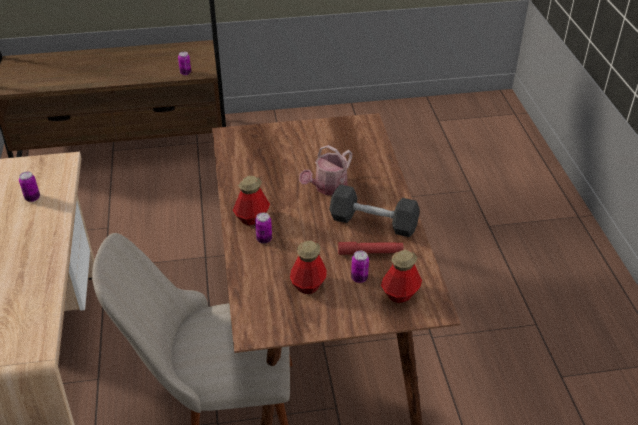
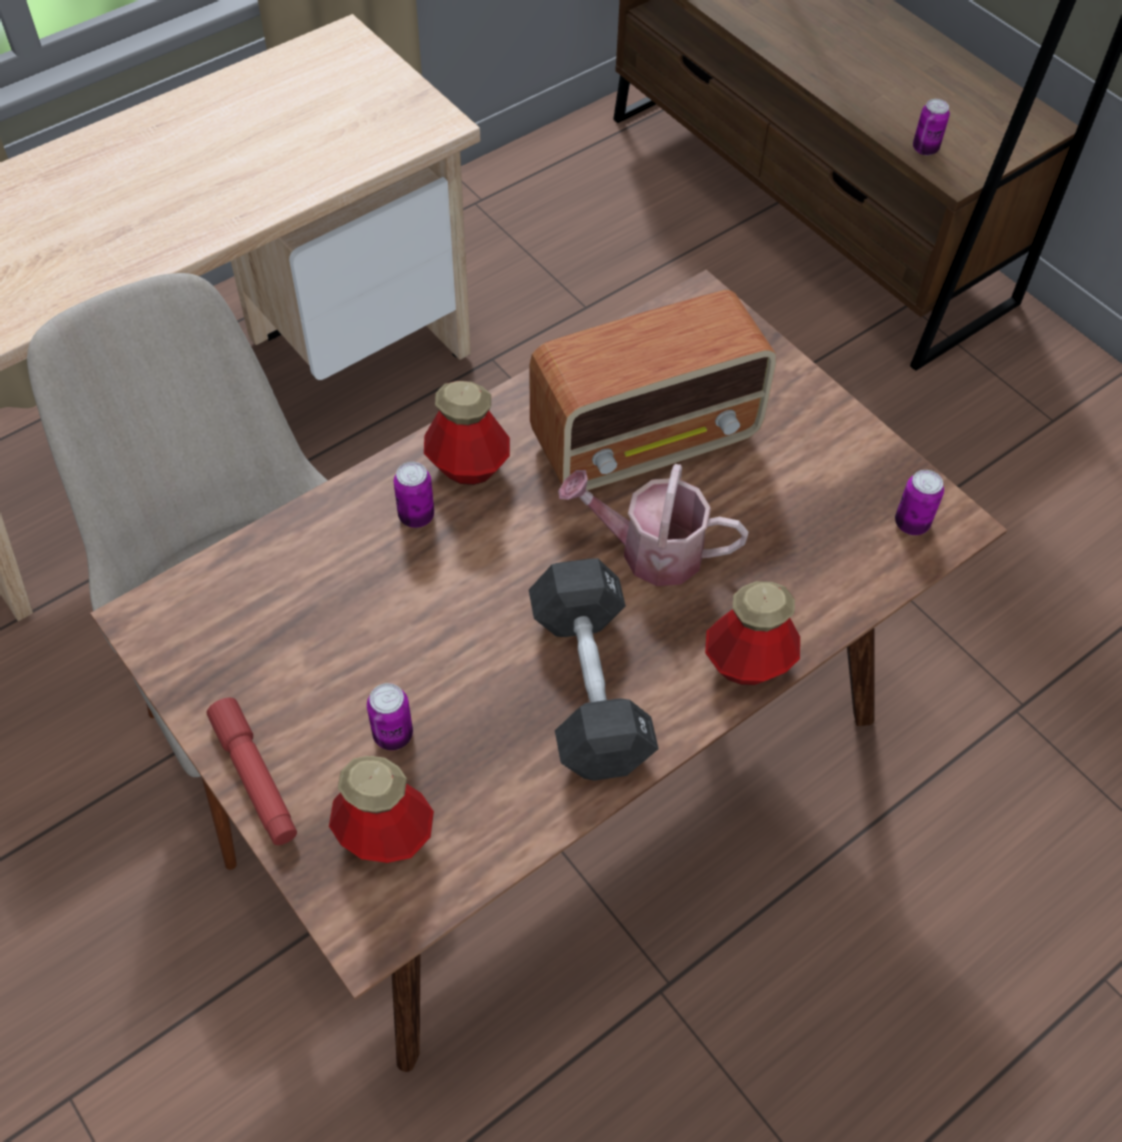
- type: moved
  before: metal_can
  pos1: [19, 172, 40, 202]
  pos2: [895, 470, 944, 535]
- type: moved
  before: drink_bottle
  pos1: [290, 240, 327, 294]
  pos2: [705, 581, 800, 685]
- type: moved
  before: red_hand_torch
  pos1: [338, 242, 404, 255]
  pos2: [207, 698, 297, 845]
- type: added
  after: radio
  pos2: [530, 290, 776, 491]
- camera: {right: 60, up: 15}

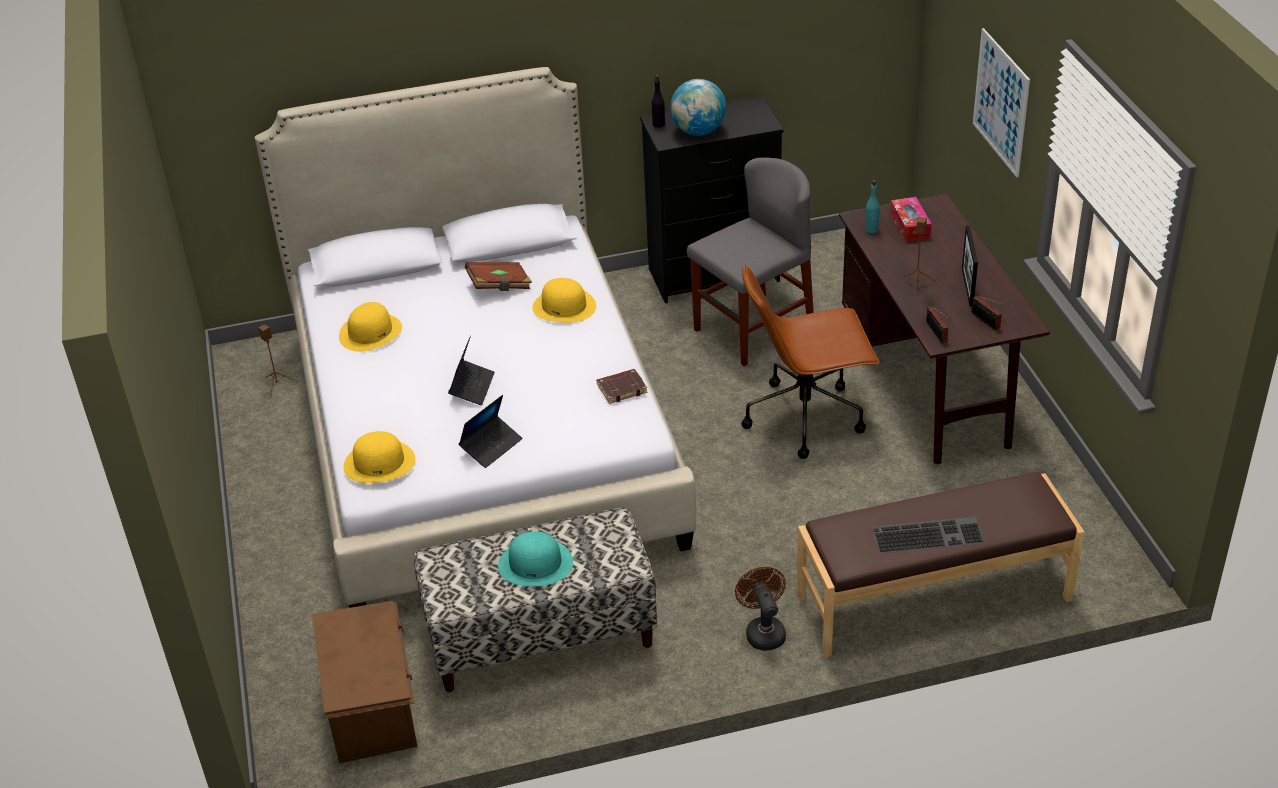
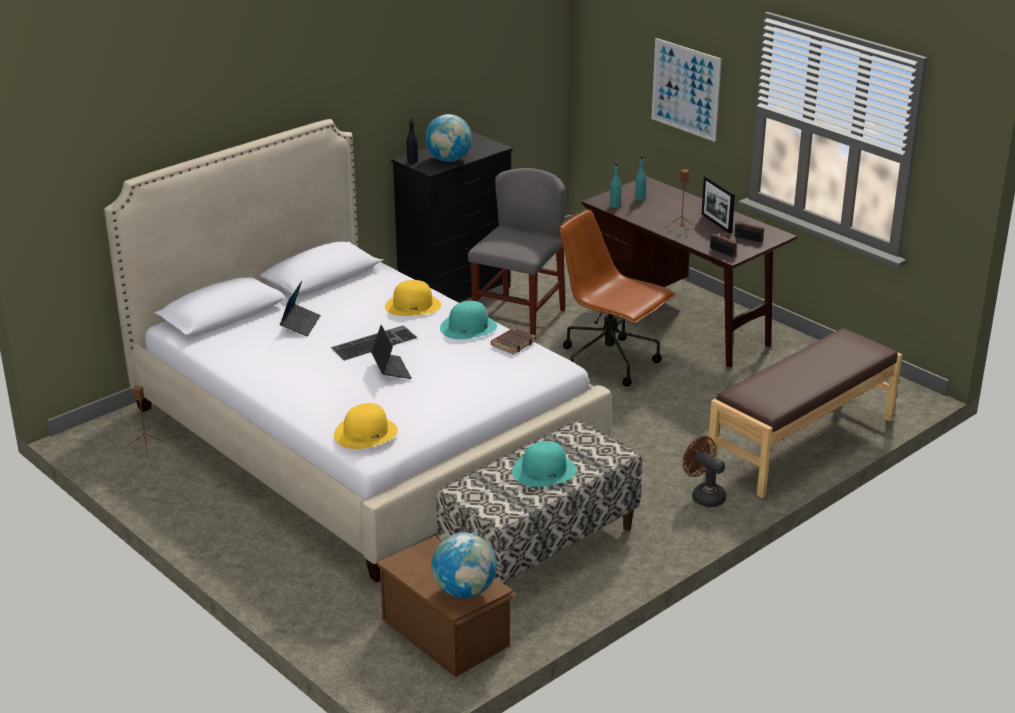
- type: removed
  before: yellowish_hat
  pos1: [339, 302, 402, 352]
- type: moved
  before: laptop
  pos1: [459, 395, 522, 468]
  pos2: [280, 281, 321, 336]
- type: removed
  before: brown-coloured_volume
  pos1: [465, 262, 532, 291]
- type: turned
  before: brown-coloured_computer_chair
  pos1: [741, 265, 880, 459]
  pos2: [559, 209, 675, 387]
  turn: 75
- type: moved
  before: keyboard
  pos1: [872, 517, 985, 554]
  pos2: [331, 325, 418, 361]
- type: replaced
  before: box_of_tissues
  after: turquoise_drink_bottle
  pos1: [890, 197, 931, 242]
  pos2: [635, 155, 647, 201]
- type: added
  after: world_globe
  pos2: [432, 532, 497, 598]
- type: added
  after: turquoise_hat
  pos2: [440, 301, 497, 339]
- camera: {right: -30, up: -10}

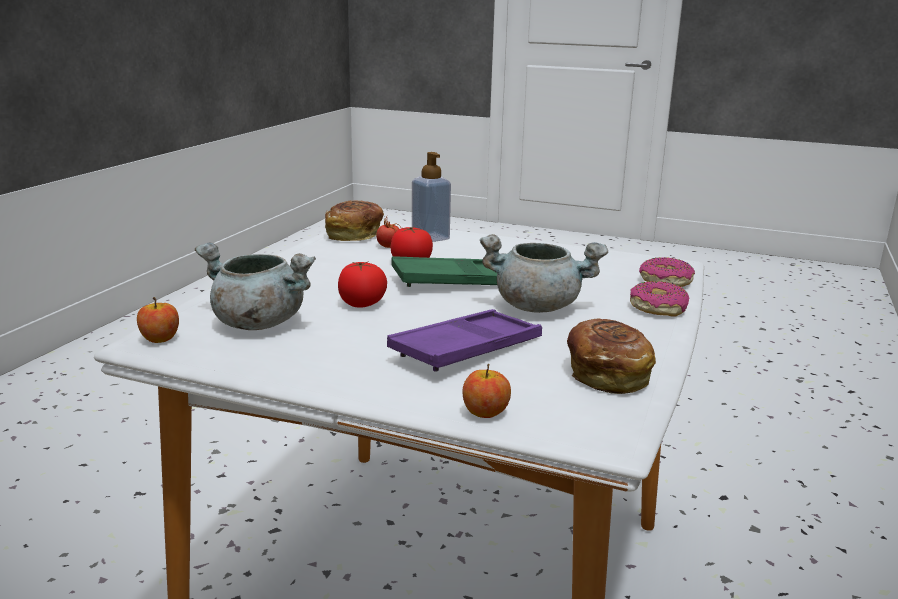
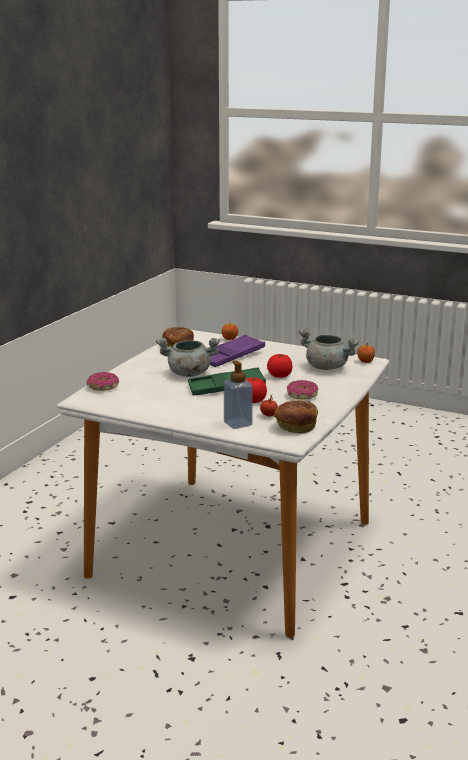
- type: moved
  before: ring_doughnut
  pos1: [630, 281, 689, 317]
  pos2: [287, 380, 318, 399]
- camera: {right: -175, up: 0}

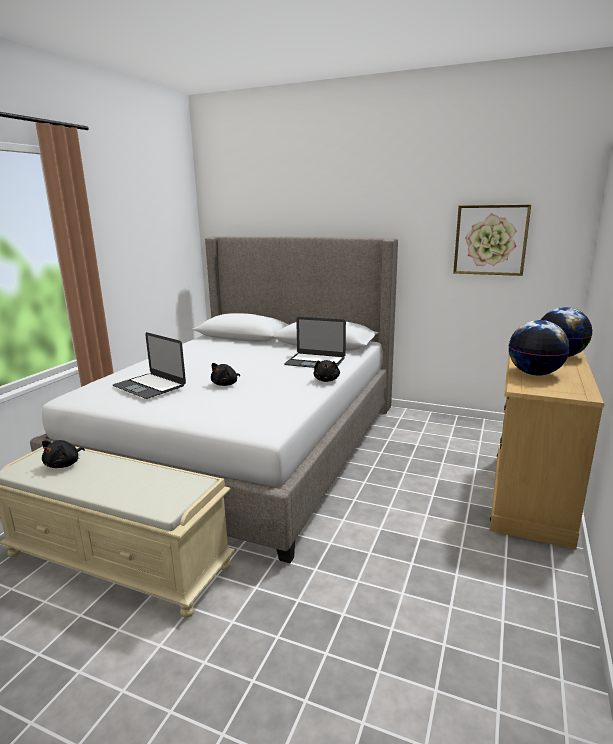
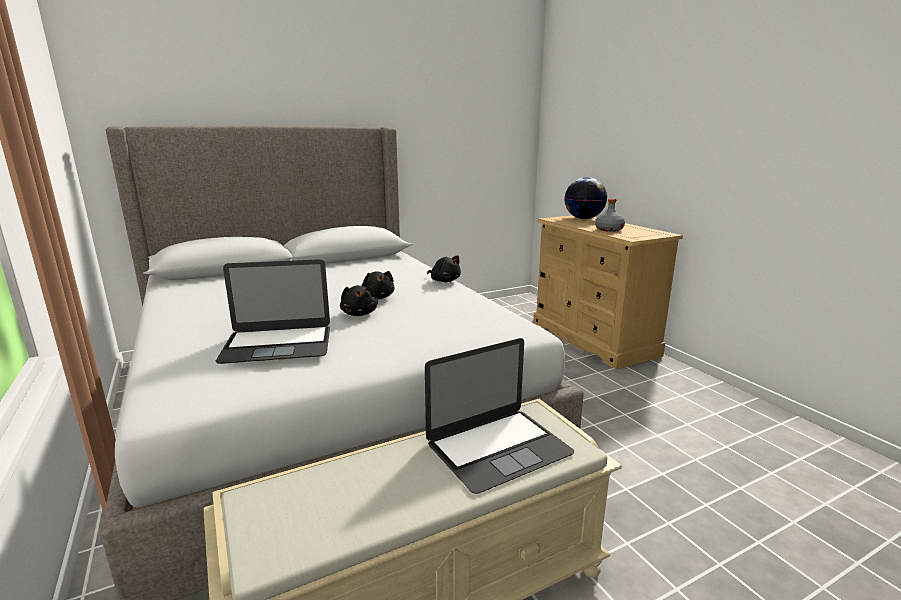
- type: moved
  before: black-coloured_plush_toy
  pos1: [42, 440, 85, 468]
  pos2: [361, 271, 394, 300]
- type: moved
  before: laptop
  pos1: [284, 317, 346, 368]
  pos2: [425, 338, 574, 494]
- type: removed
  before: wall_picture
  pos1: [453, 205, 531, 276]
- type: replaced
  before: world_globe
  after: greyish_drink_bottle
  pos1: [509, 320, 570, 375]
  pos2: [595, 199, 625, 232]
- camera: {right: -50, up: 0}

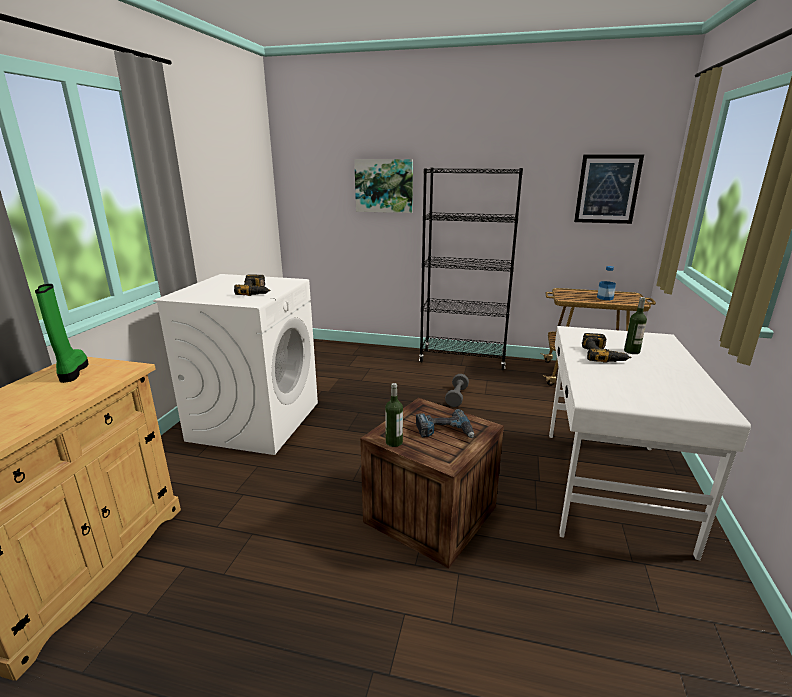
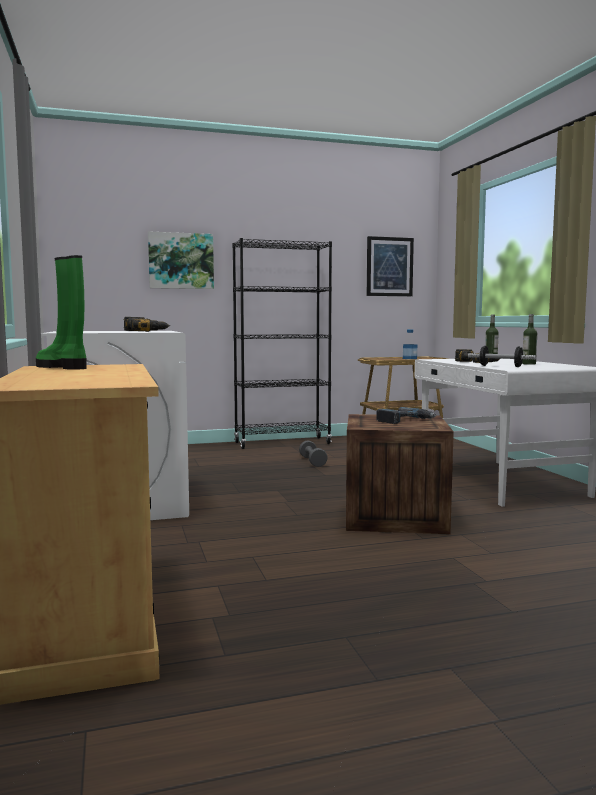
- type: moved
  before: drink_bottle
  pos1: [385, 383, 403, 447]
  pos2: [522, 314, 537, 365]
- type: added
  after: free_weight
  pos2: [468, 346, 536, 367]
- camera: {right: -30, up: -15}

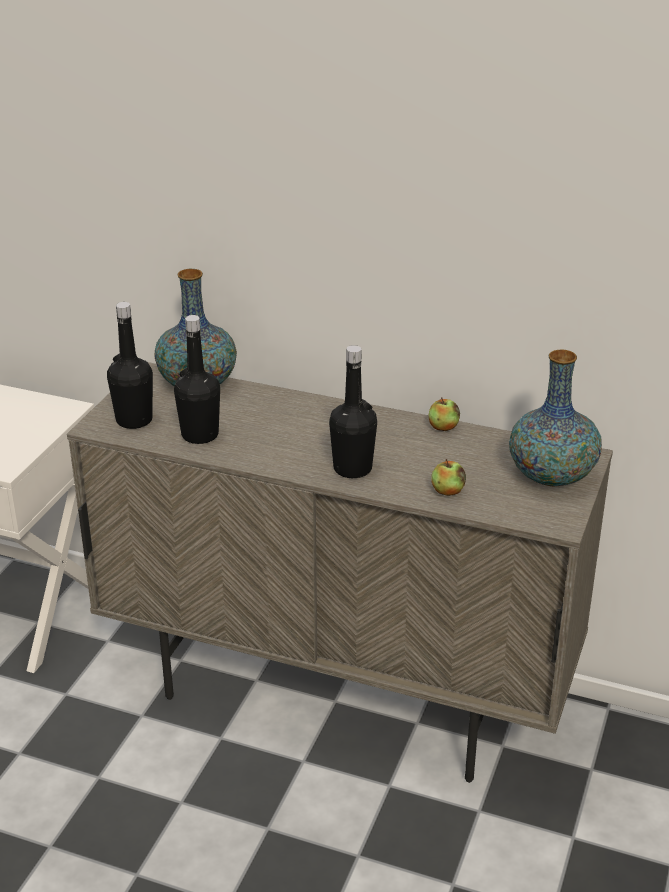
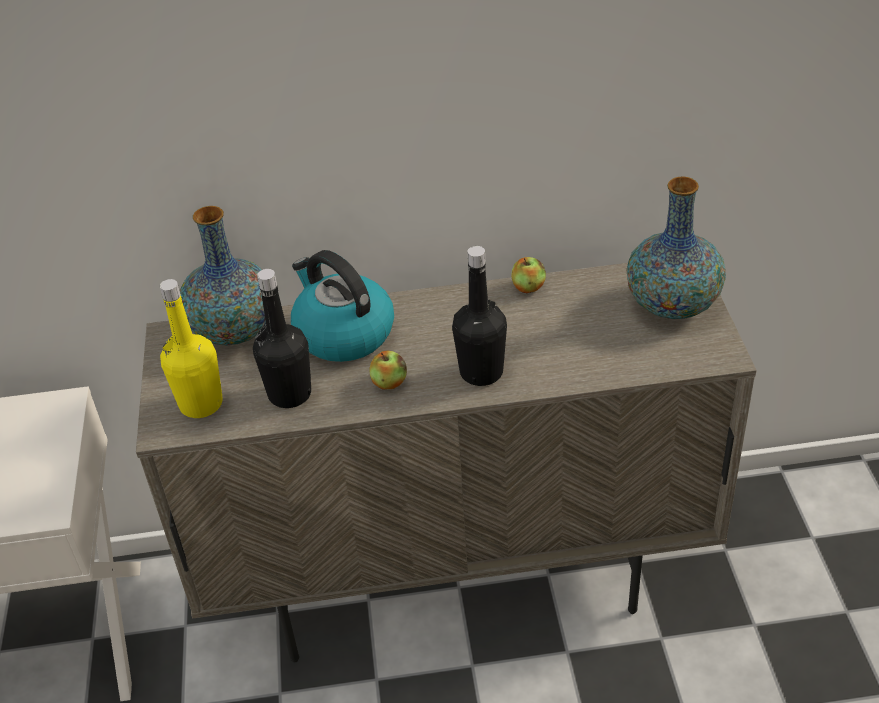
- type: recoloured
  before: black-coloured_drink_bottle
  after: yellowish_drink_bottle
  pos1: [107, 302, 153, 429]
  pos2: [160, 279, 223, 418]
- type: moved
  before: apple
  pos1: [431, 459, 466, 496]
  pos2: [369, 351, 407, 390]
- type: added
  after: tea_kettle
  pos2: [291, 250, 394, 362]
- camera: {right: -25, up: 10}

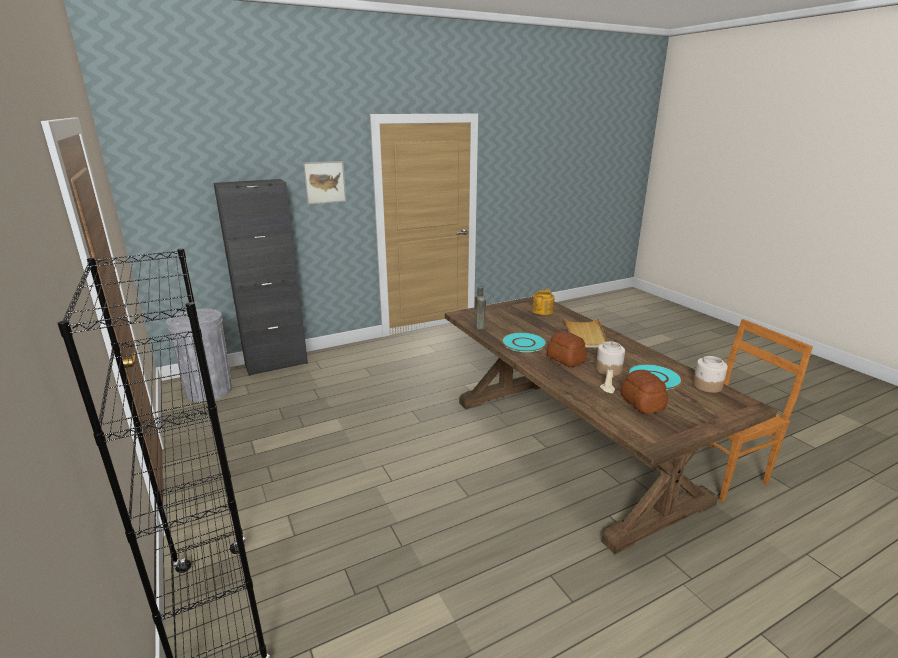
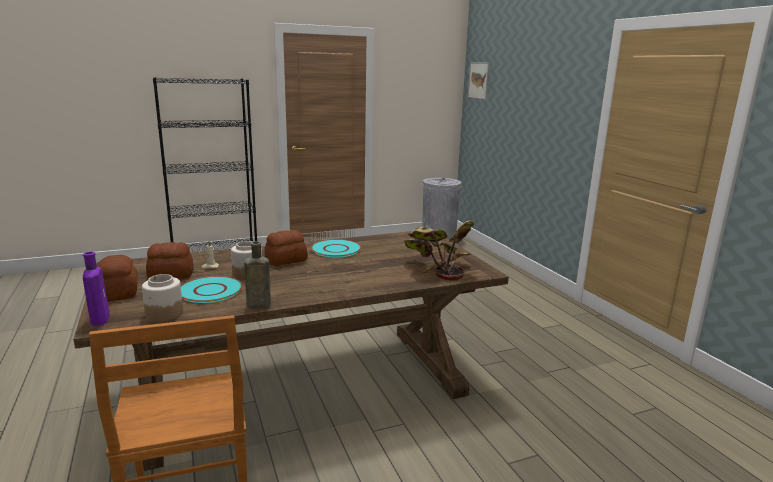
- type: removed
  before: black-coloured_cupboard
  pos1: [214, 179, 308, 376]
- type: moved
  before: wall_picture
  pos1: [303, 161, 347, 205]
  pos2: [468, 62, 490, 100]
- type: moved
  before: brown-coloured_drink_bottle
  pos1: [474, 286, 486, 329]
  pos2: [244, 241, 271, 308]
- type: replaced
  before: tea_pot
  after: potted_plant
  pos1: [532, 289, 555, 315]
  pos2: [403, 220, 474, 281]
- type: removed
  before: sand-coloured_serving_tray
  pos1: [563, 317, 608, 348]
- type: added
  after: purple-coloured_drink_bottle
  pos2: [83, 252, 110, 326]
- type: added
  after: baked_bread
  pos2: [98, 255, 137, 301]
- camera: {right: 95, up: -5}

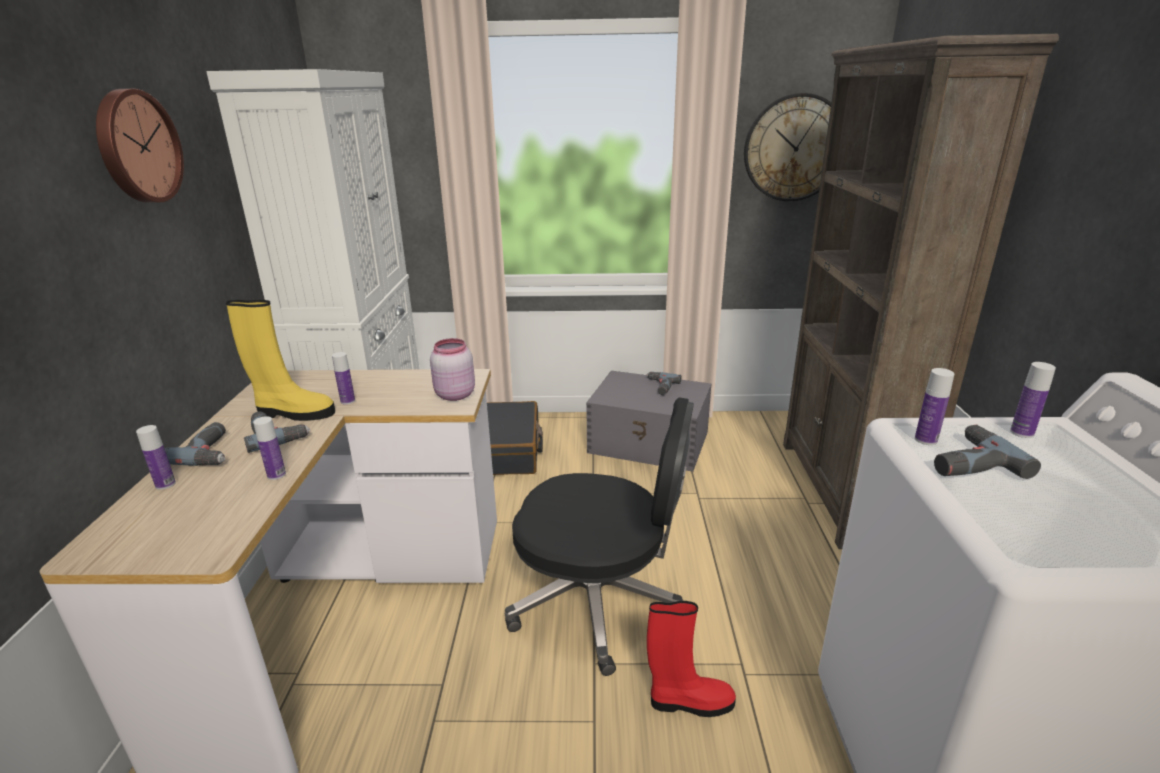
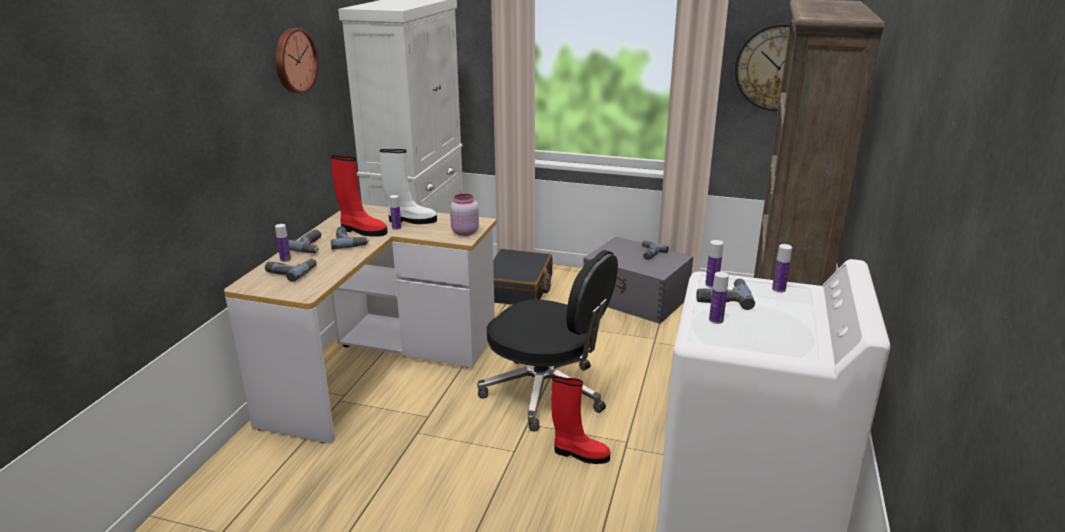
- type: recoloured
  before: yellowish_high-top_boot
  after: red_high-top_boot
  pos1: [226, 300, 335, 421]
  pos2: [331, 155, 388, 236]
- type: moved
  before: drink_bottle
  pos1: [253, 416, 286, 480]
  pos2: [709, 272, 729, 324]
- type: added
  after: power_drill
  pos2: [265, 259, 317, 282]
- type: added
  after: white-coloured_high-top_boot
  pos2: [380, 149, 437, 224]
- camera: {right: 15, up: 0}

